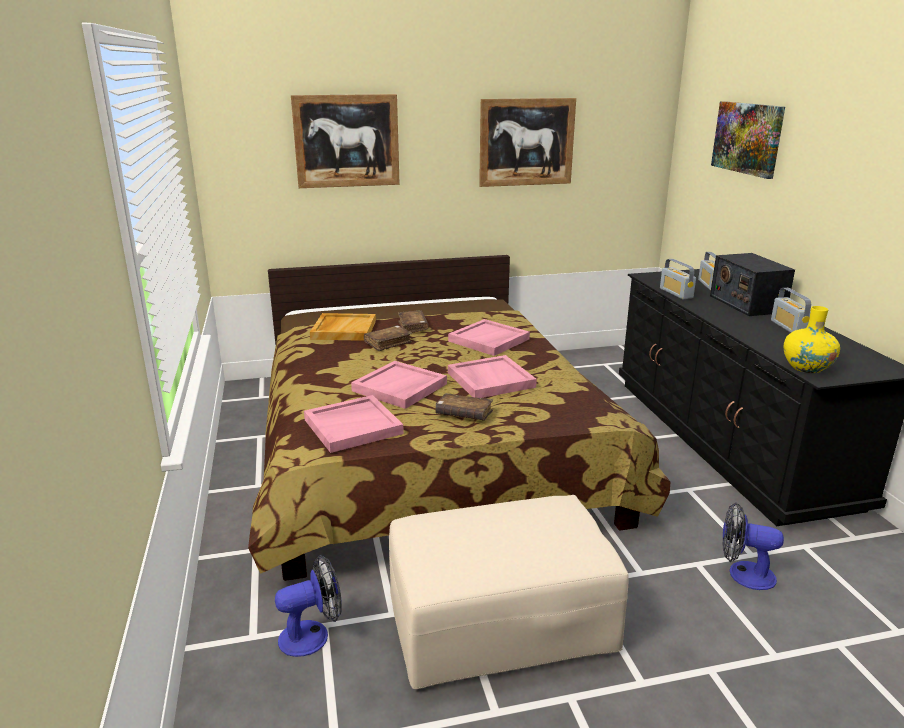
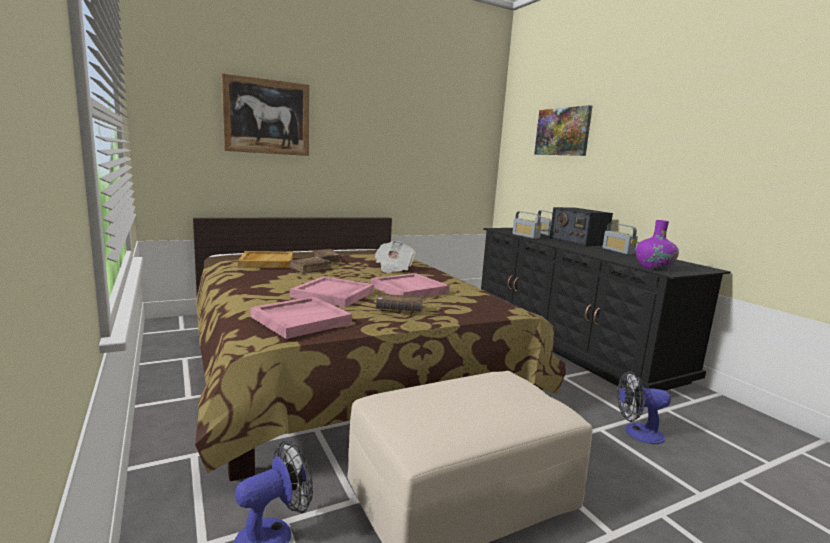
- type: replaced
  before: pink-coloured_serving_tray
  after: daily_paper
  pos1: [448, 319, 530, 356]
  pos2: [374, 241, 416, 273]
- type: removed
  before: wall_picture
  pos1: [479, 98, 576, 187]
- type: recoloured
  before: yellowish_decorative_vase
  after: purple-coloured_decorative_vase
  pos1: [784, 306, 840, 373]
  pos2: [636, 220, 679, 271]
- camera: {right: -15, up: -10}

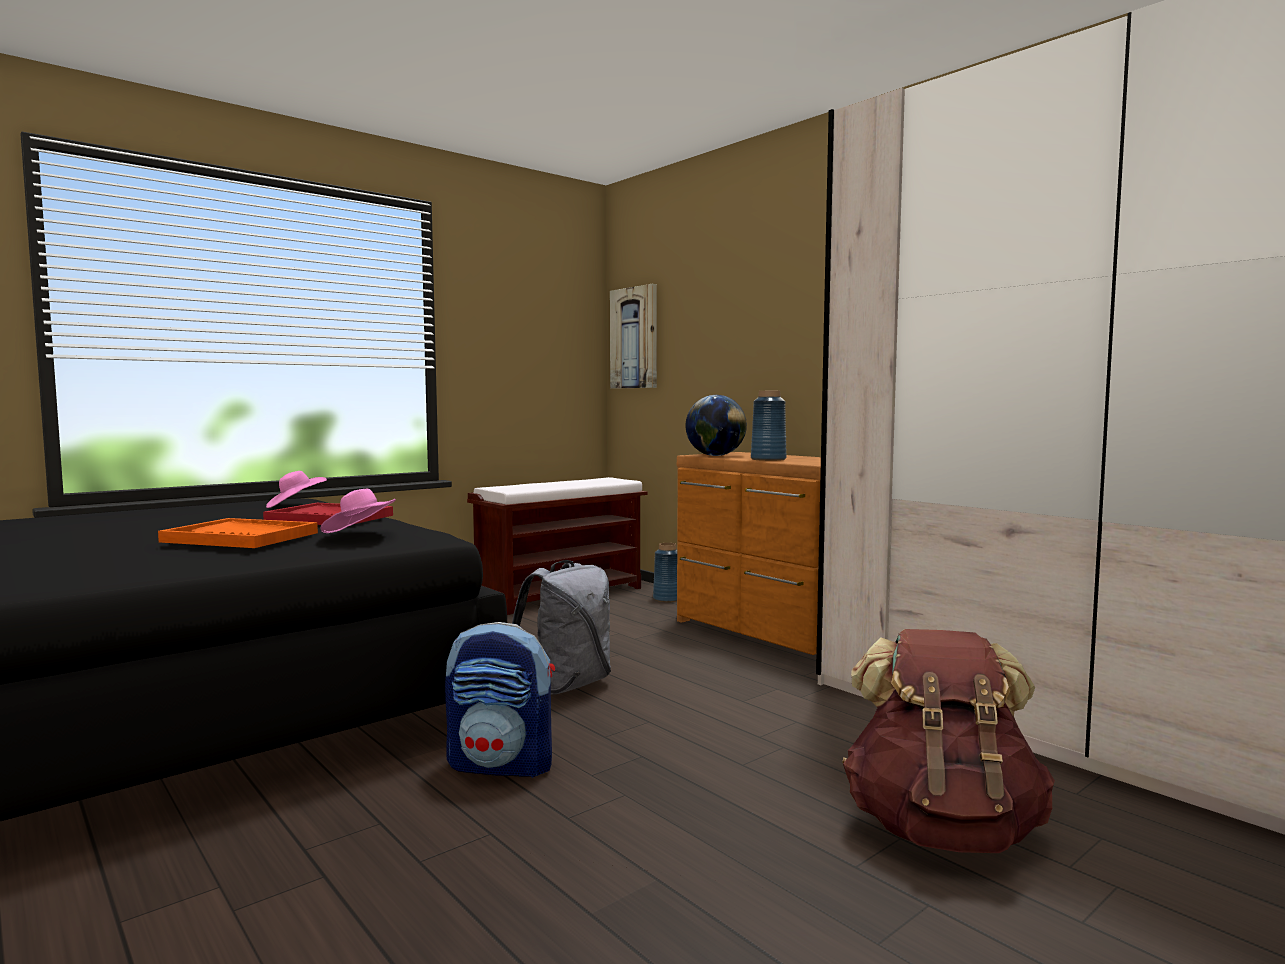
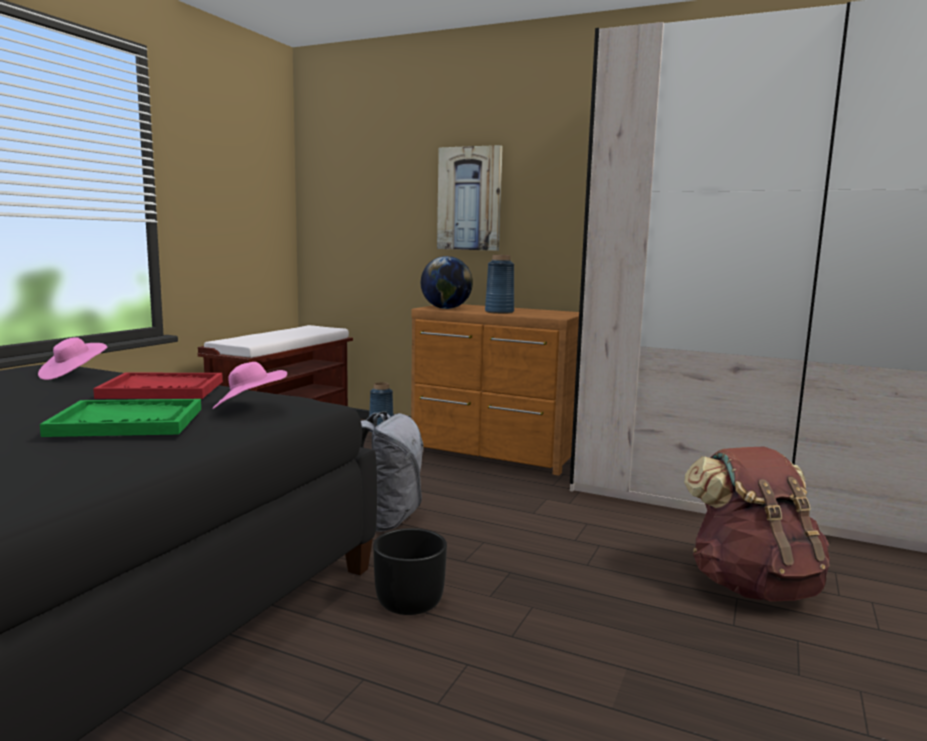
- type: recoloured
  before: orangey_serving_tray
  after: green-coloured_serving_tray
  pos1: [158, 518, 318, 548]
  pos2: [40, 399, 201, 437]
- type: replaced
  before: rucksack
  after: black-coloured_planter
  pos1: [445, 622, 555, 778]
  pos2: [373, 528, 447, 615]
- type: moved
  before: wall_picture
  pos1: [610, 284, 657, 388]
  pos2: [437, 145, 503, 251]
- camera: {right: -25, up: 5}

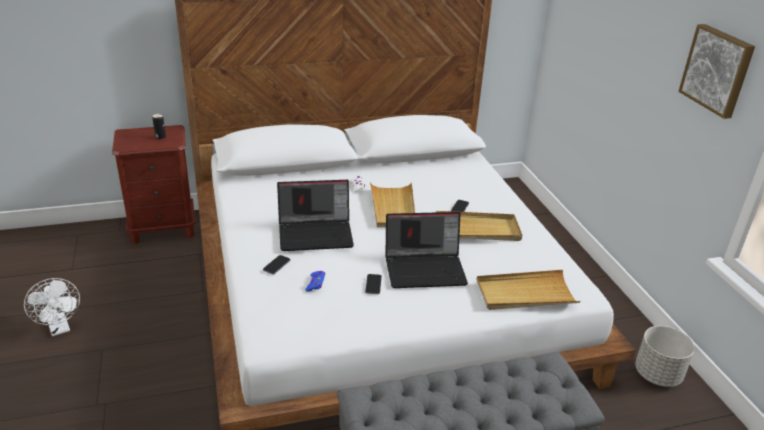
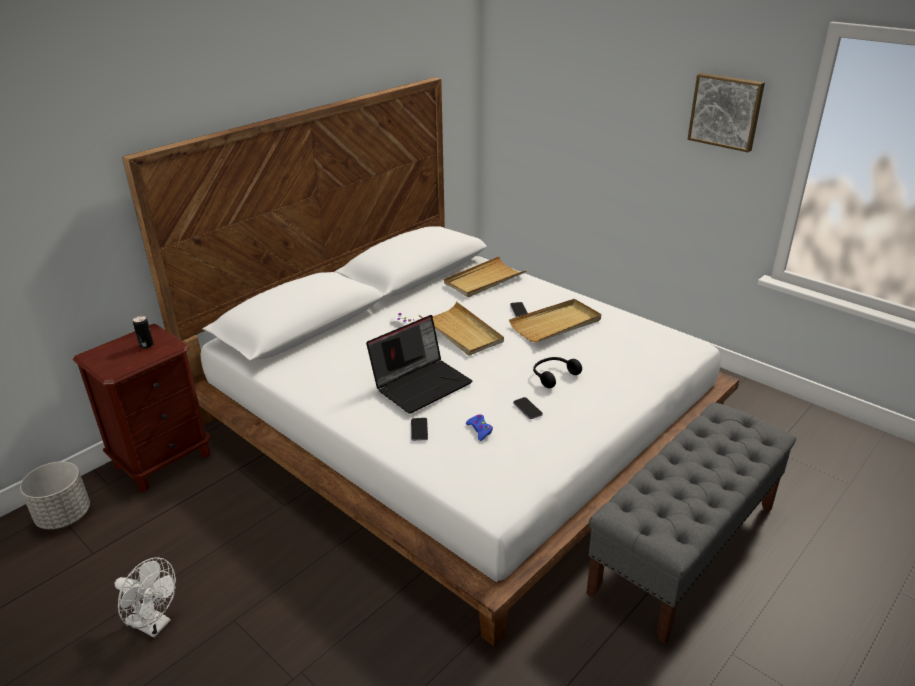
- type: replaced
  before: laptop
  after: black-coloured_headphones
  pos1: [385, 212, 468, 288]
  pos2: [533, 357, 582, 388]
- type: moved
  before: sand-coloured_serving_tray
  pos1: [476, 270, 581, 310]
  pos2: [444, 256, 527, 297]
- type: moved
  before: greyish_planter
  pos1: [635, 326, 695, 387]
  pos2: [20, 461, 90, 529]
- camera: {right: -30, up: 0}

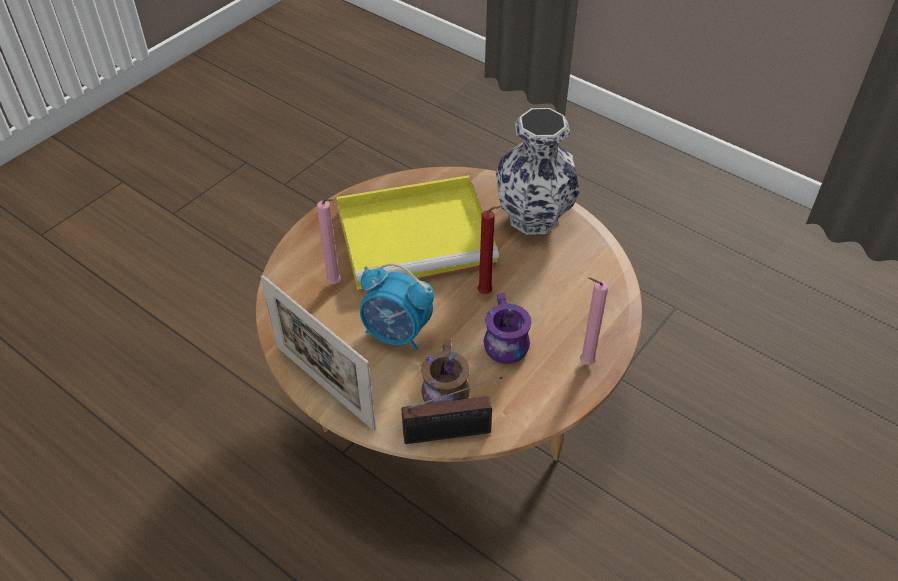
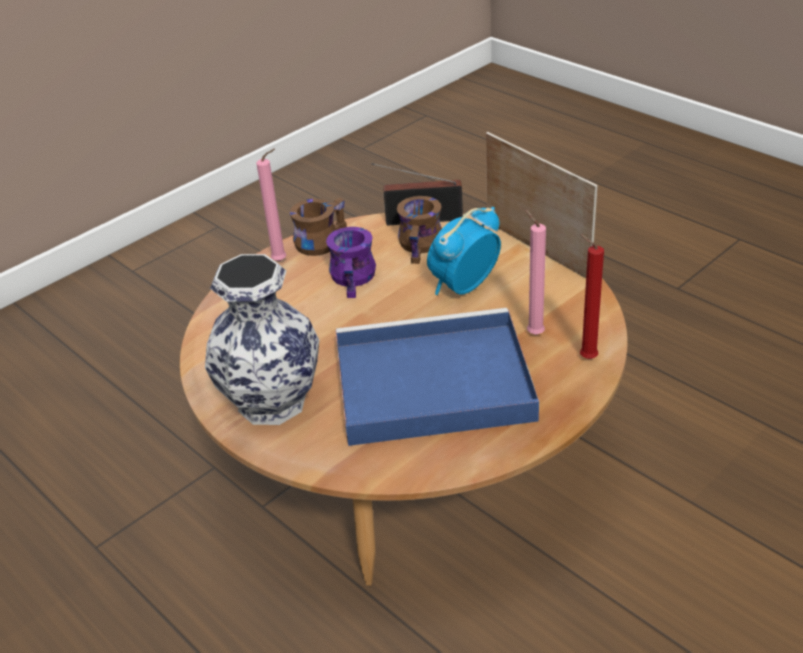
- type: recoloured
  before: yellowish_serving_tray
  after: blue_serving_tray
  pos1: [336, 175, 499, 290]
  pos2: [335, 308, 539, 446]
- type: turned
  before: table_clock
  pos1: [360, 263, 434, 350]
  pos2: [427, 207, 501, 295]
  turn: -75
- type: moved
  before: red_wax_candle
  pos1: [478, 206, 503, 294]
  pos2: [580, 234, 604, 359]
- type: added
  after: brown-coloured_tea_mug
  pos2: [290, 198, 347, 256]
- camera: {right: -170, up: -10}

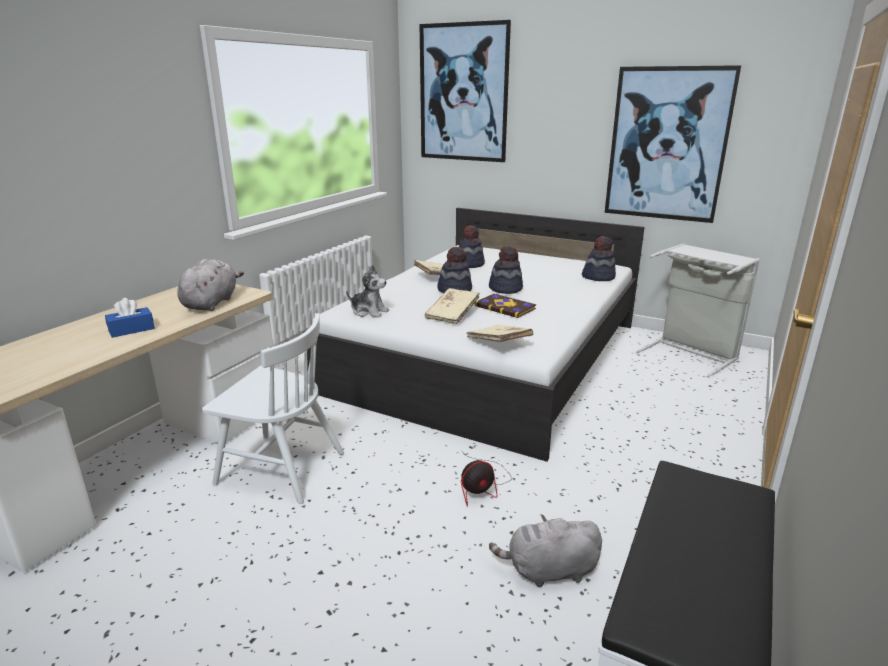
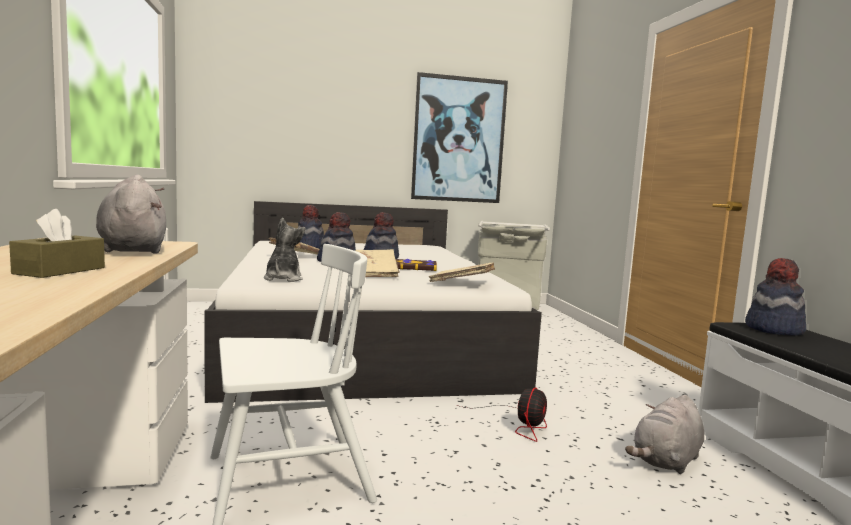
- type: recoloured
  before: blue_box_of_tissues
  after: brown-coloured_box_of_tissues
  pos1: [105, 298, 155, 338]
  pos2: [9, 209, 105, 278]
- type: turned
  before: plush_toy
  pos1: [346, 265, 389, 318]
  pos2: [264, 218, 305, 282]
  turn: -75
- type: removed
  before: wall_picture
  pos1: [420, 20, 511, 162]
- type: moved
  before: hat
  pos1: [582, 236, 616, 281]
  pos2: [745, 258, 806, 336]
- camera: {right: -40, up: -15}

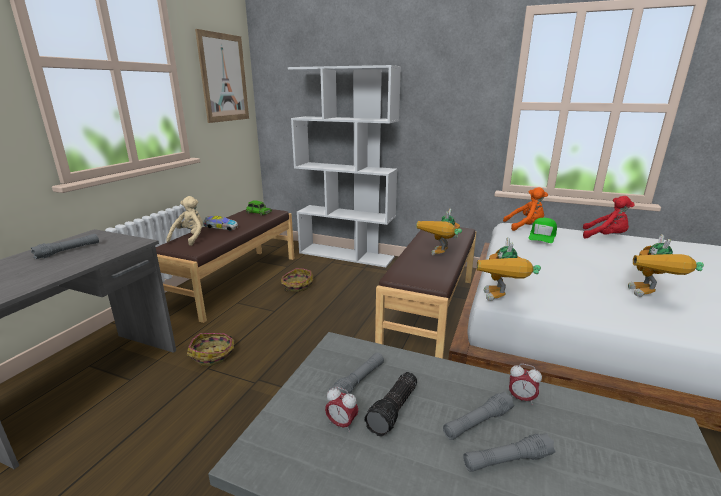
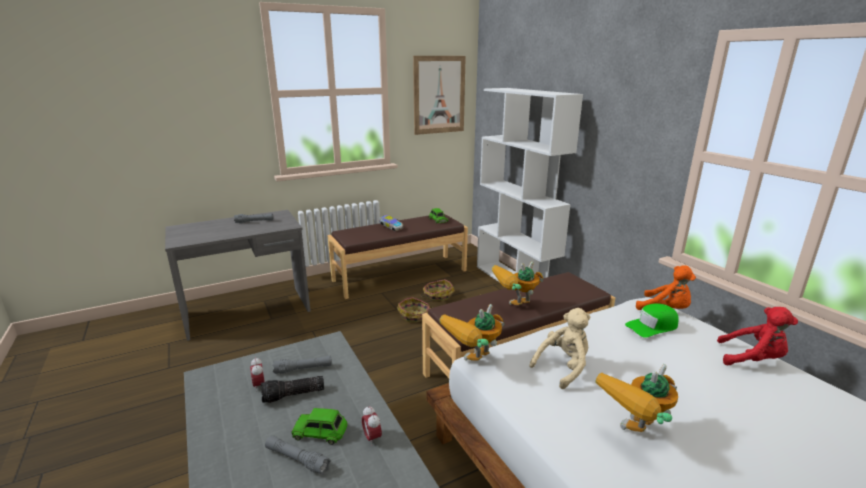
- type: moved
  before: sand-coloured_plush_toy
  pos1: [166, 196, 203, 246]
  pos2: [529, 308, 590, 389]
- type: moved
  before: storage_basket
  pos1: [187, 333, 235, 366]
  pos2: [397, 297, 433, 323]
- type: replaced
  before: greyish_hand_torch
  after: green-coloured_toy_car
  pos1: [443, 392, 514, 440]
  pos2: [291, 408, 348, 445]
- type: turned
  before: red_plush_toy
  pos1: [583, 196, 635, 238]
  pos2: [717, 307, 798, 365]
  turn: -45
- camera: {right: 40, up: 0}

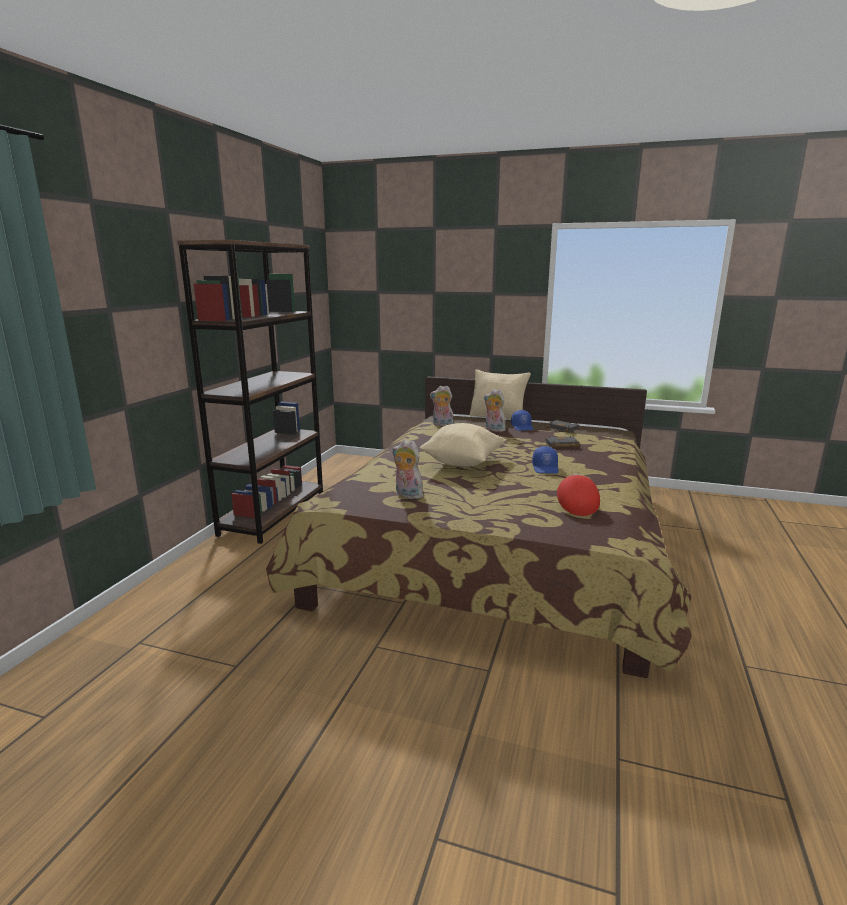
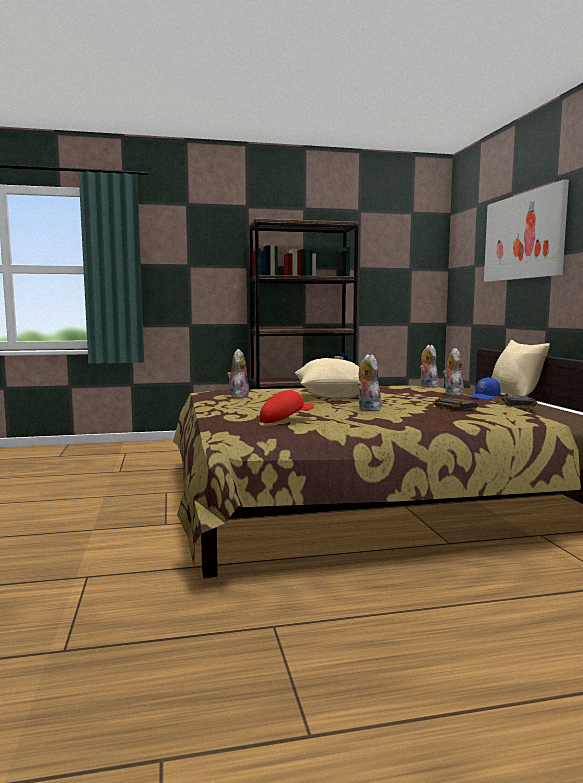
- type: replaced
  before: blue_peaked_cap
  after: plush_toy
  pos1: [532, 446, 559, 473]
  pos2: [357, 354, 381, 411]
- type: added
  after: wall_picture
  pos2: [484, 179, 569, 282]
- camera: {right: 60, up: -10}

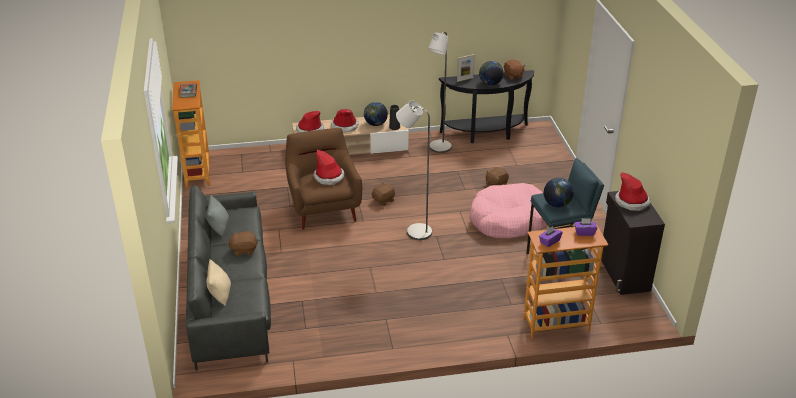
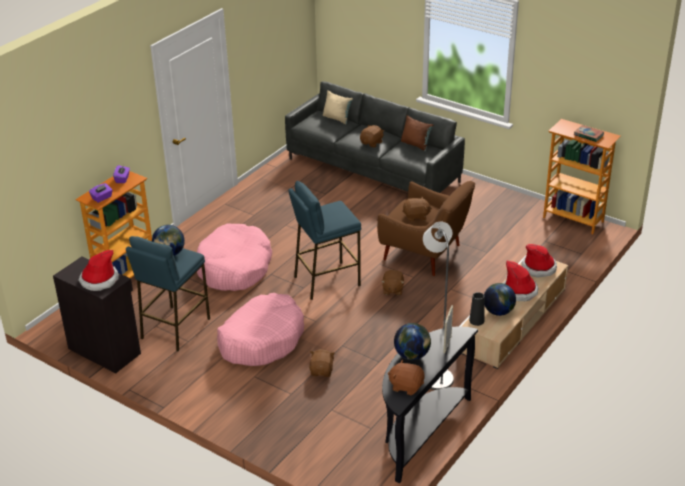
- type: recoloured
  before: greyish_throw_pillow
  after: brown-coloured_throw_pillow
  pos1: [206, 195, 229, 237]
  pos2: [401, 115, 433, 151]
- type: replaced
  before: hat
  after: brown-coloured_plush_toy
  pos1: [314, 150, 345, 185]
  pos2: [403, 197, 432, 222]
- type: replaced
  before: greyish_standing_lamp
  after: blue_stool
  pos1: [396, 101, 432, 240]
  pos2: [288, 181, 361, 300]
- type: added
  after: pink-coloured_dog_cushion
  pos2: [197, 224, 272, 291]
- camera: {right: 135, up: 0}

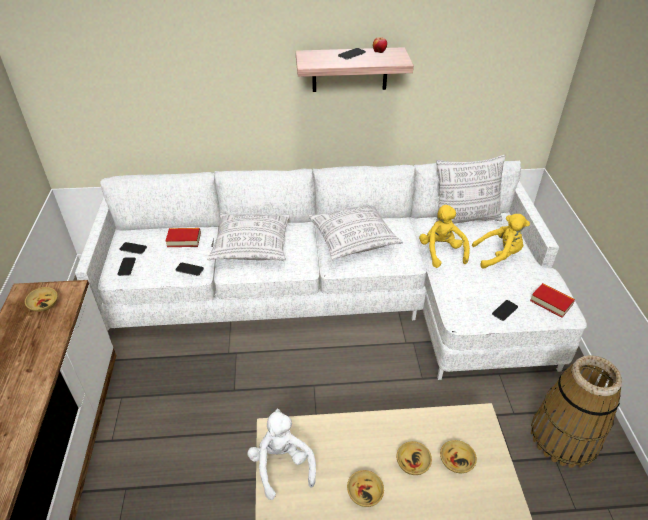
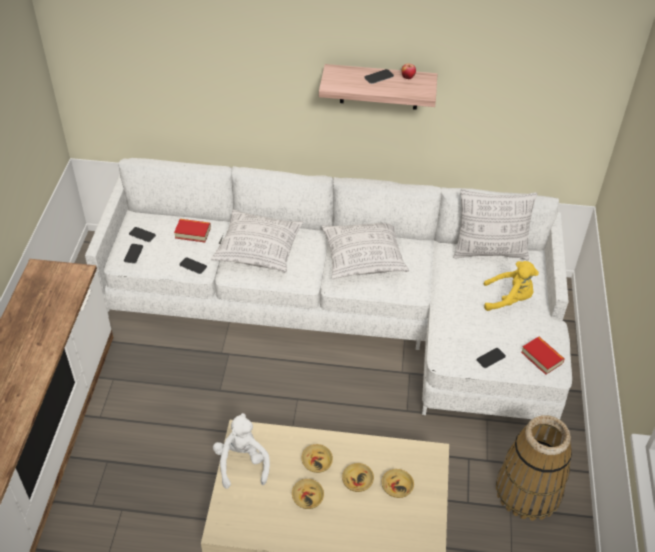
- type: moved
  before: sand-coloured_deep_dish
  pos1: [25, 287, 58, 312]
  pos2: [302, 444, 333, 473]
- type: removed
  before: yellowish_plush_toy
  pos1: [419, 205, 470, 268]
- camera: {right: 10, up: 5}

